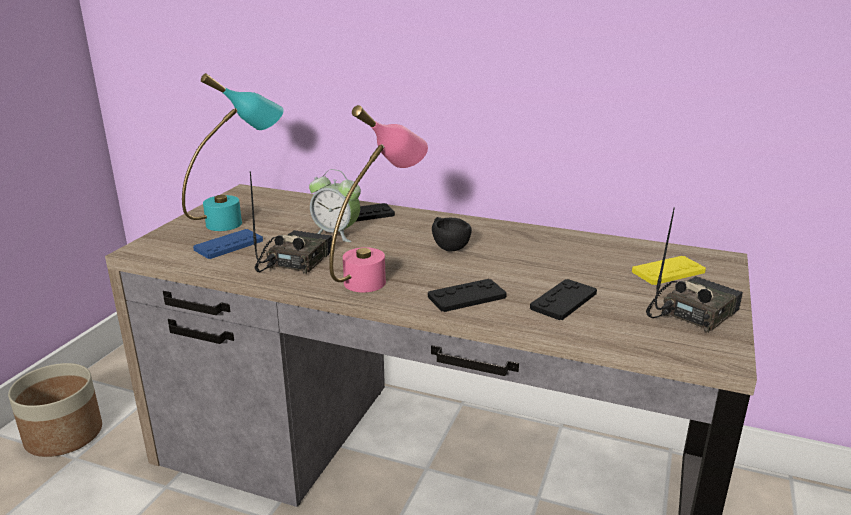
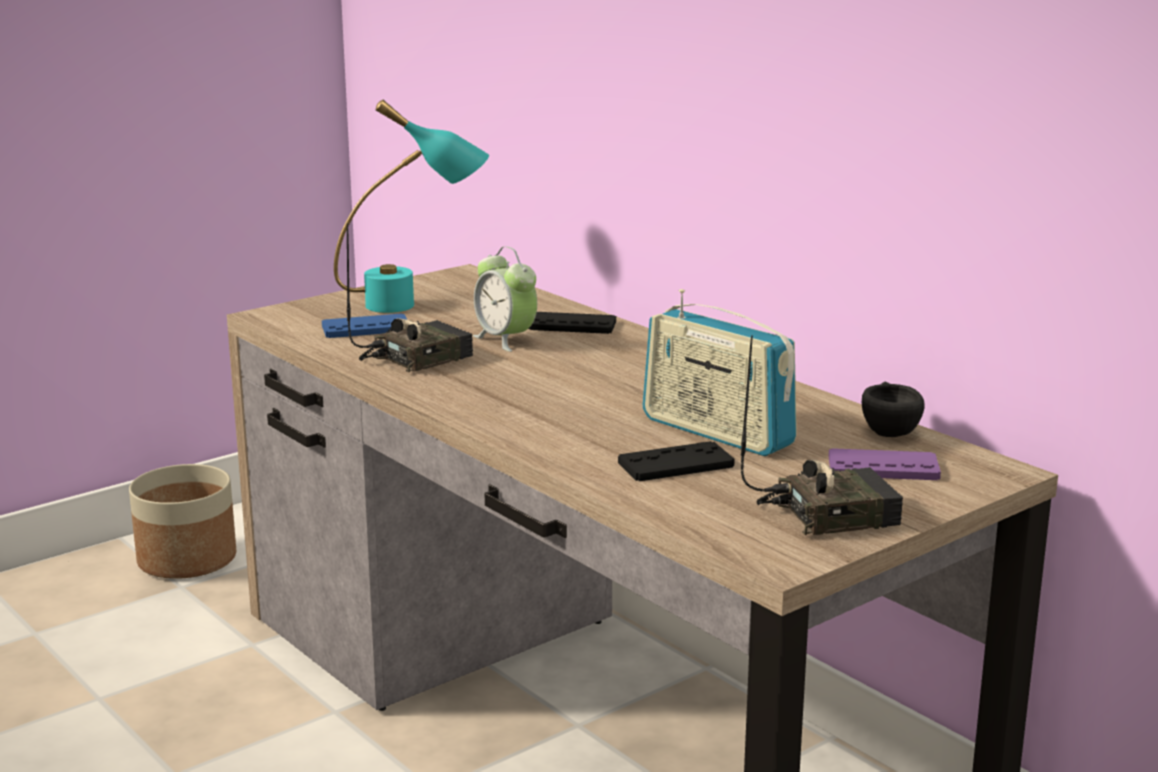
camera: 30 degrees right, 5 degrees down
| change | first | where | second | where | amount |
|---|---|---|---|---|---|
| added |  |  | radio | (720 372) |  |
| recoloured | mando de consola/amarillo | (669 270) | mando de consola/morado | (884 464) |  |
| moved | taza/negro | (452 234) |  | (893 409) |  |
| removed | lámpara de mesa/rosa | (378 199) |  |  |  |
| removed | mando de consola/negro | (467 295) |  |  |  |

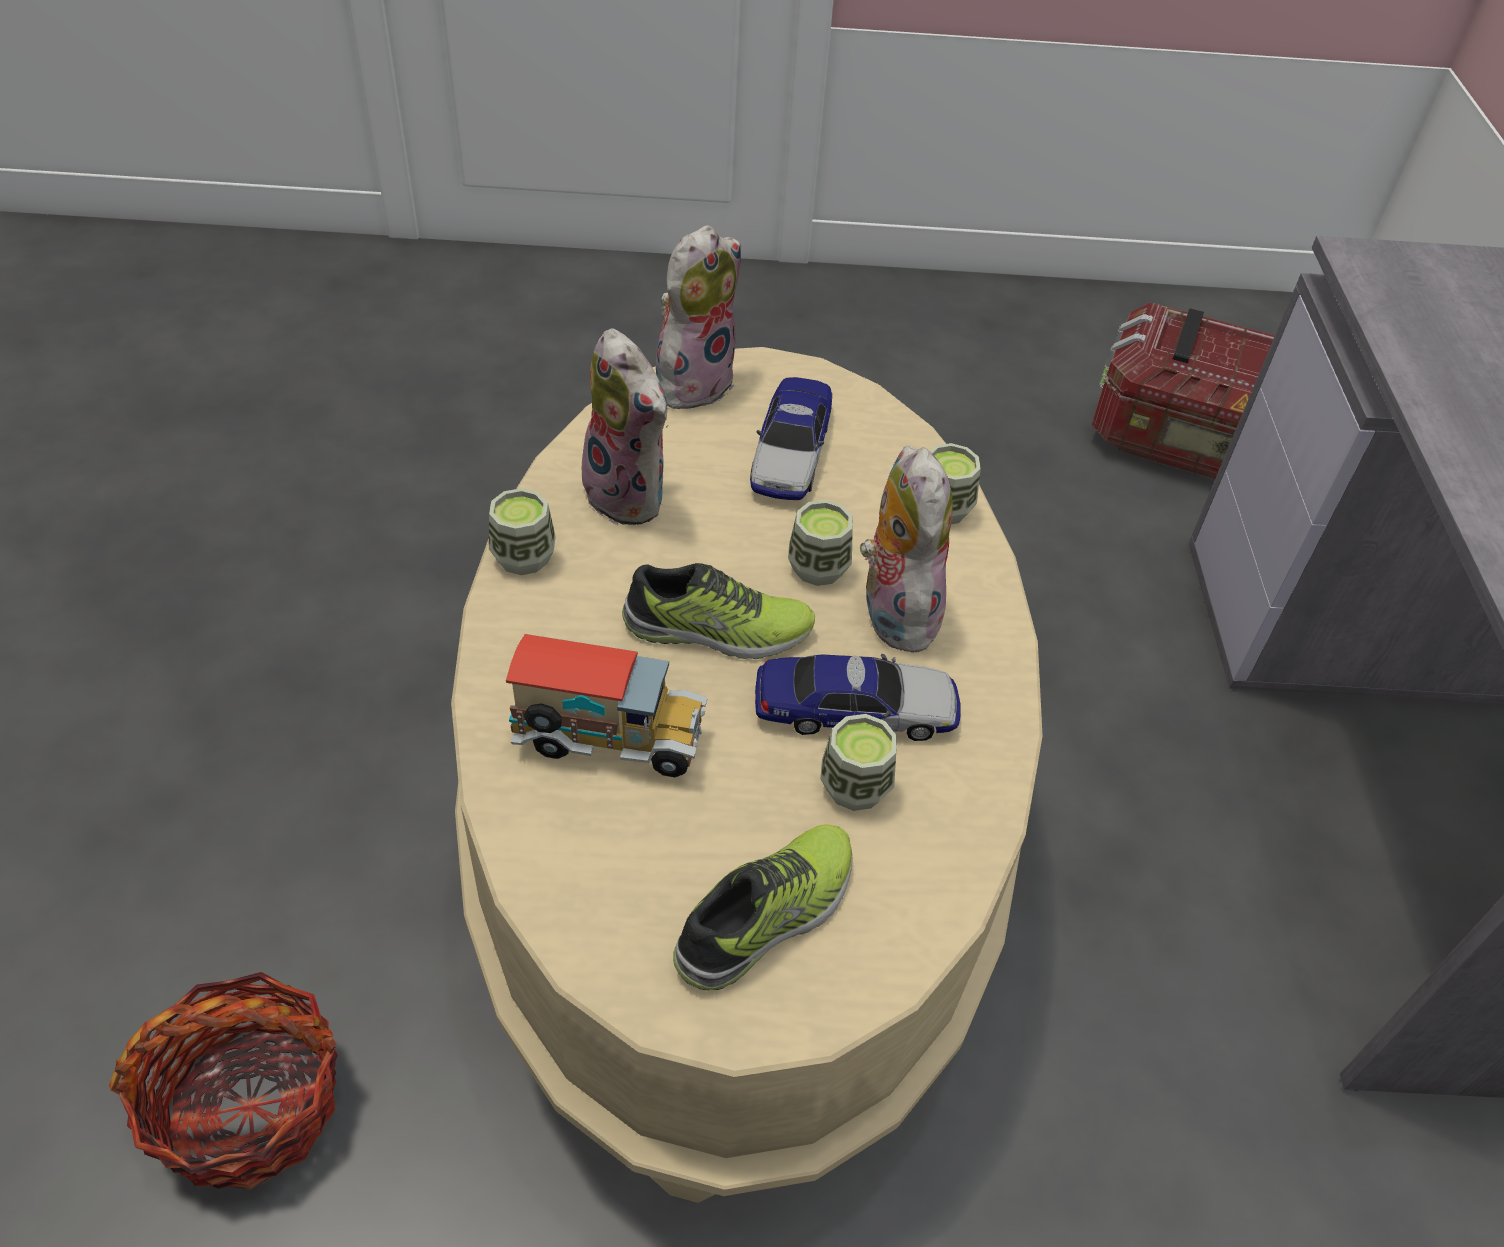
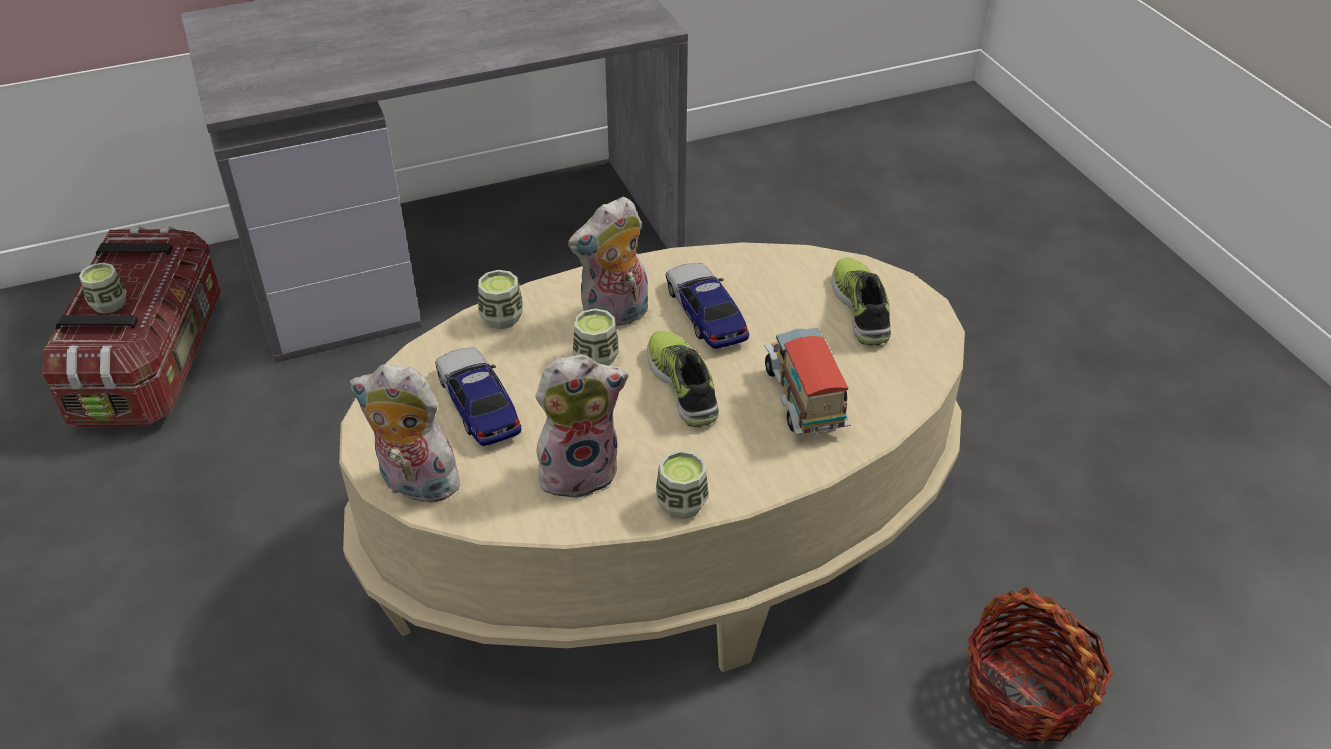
camera: 110 degrees left, 5 degrees down
| change | first | where | second | where | amount |
|---|---|---|---|---|---|
| moved | taza | (858 762) |  | (103 288) |  |
| turned | coche de juguete | (791 438) |  | (478 396) | 105 degrees counterclockwise |
| turned | peluche | (621 426) |  | (581 426) | 45 degrees clockwise |
| turned | zapato | (762 907) |  | (861 301) | 60 degrees clockwise |

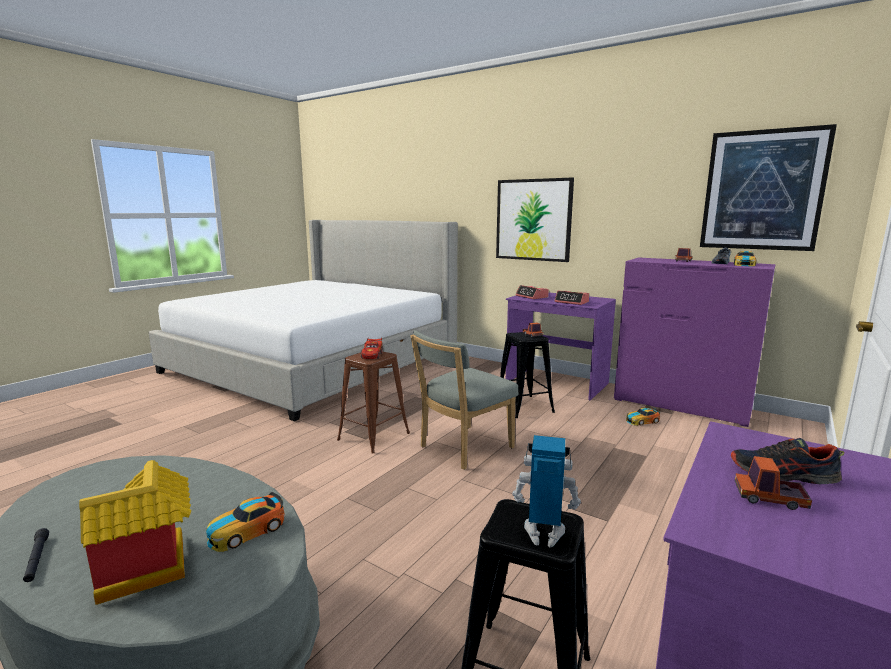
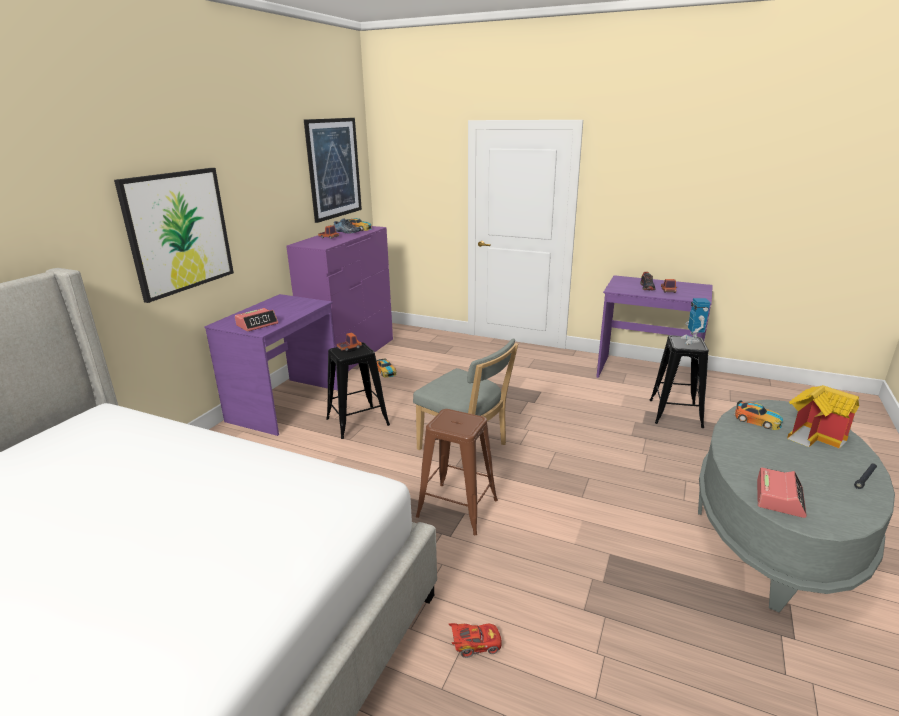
camera: 100 degrees left, 10 degrees up
| change | first | where | second | where | amount |
|---|---|---|---|---|---|
| moved | coche de juguete/rojo | (372 348) |  | (475 640) |  |
| moved | despertador | (571 297) |  | (782 492) |  |

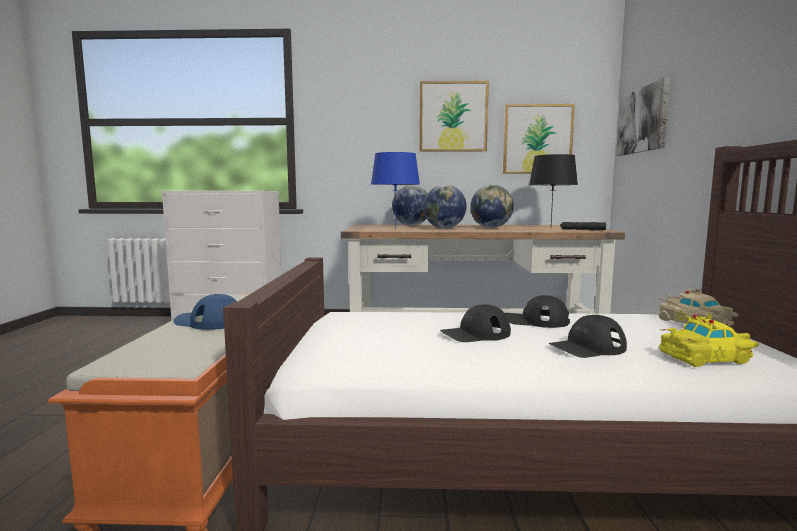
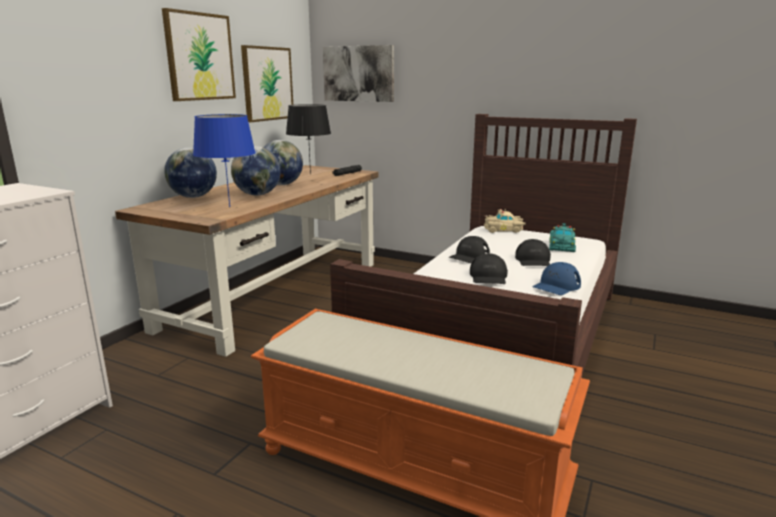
camera: 65 degrees left, 10 degrees up
| change | first | where | second | where | amount |
|---|---|---|---|---|---|
| moved | gorra/azul | (205 312) |  | (556 278) |  |
| recoloured | coche de juguete/amarillo | (709 340) | coche de juguete/turquesa | (562 237) |  |

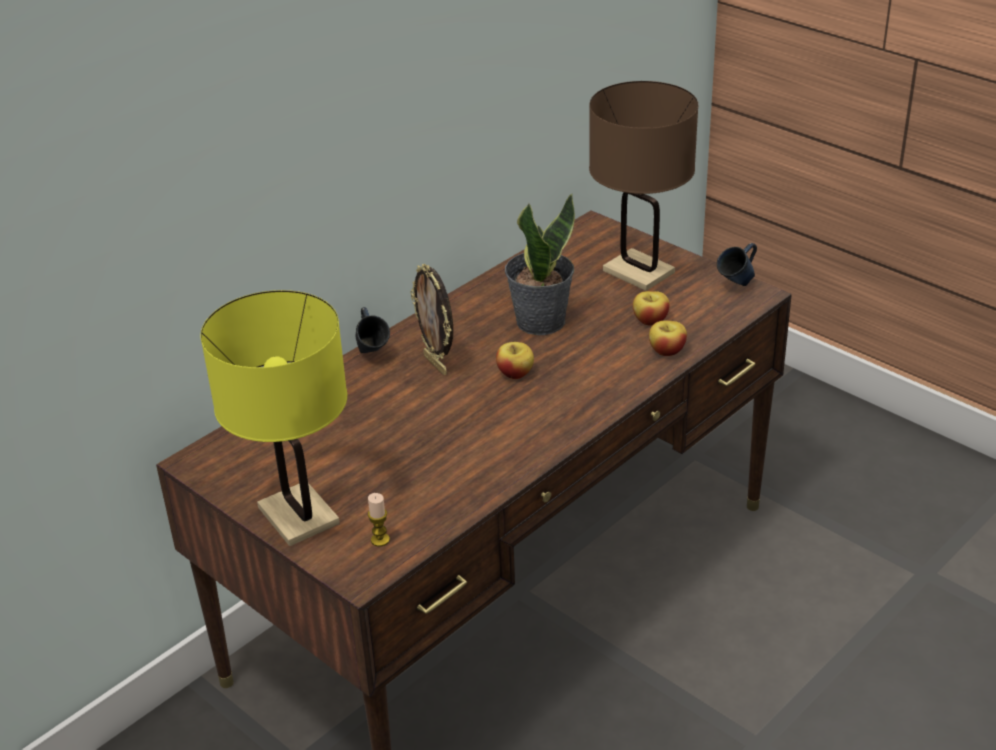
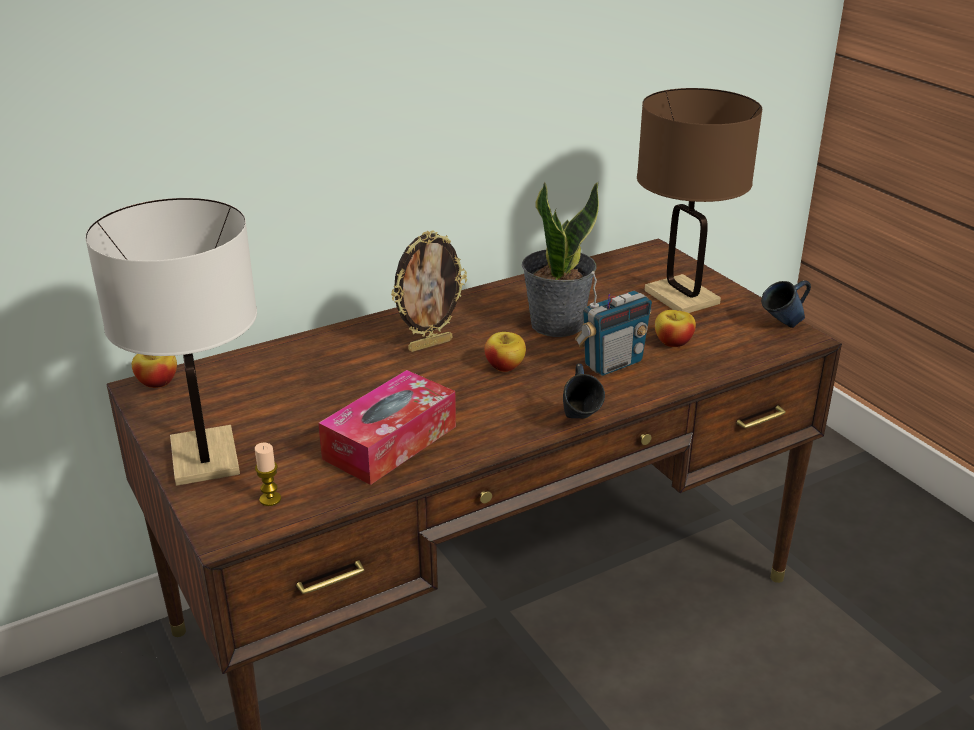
camera: 15 degrees right, 5 degrees down
| change | first | where | second | where | amount |
|---|---|---|---|---|---|
| recoloured | lámpara de mesa/amarillo | (273 418) | lámpara de mesa/blanco | (171 342) |  |
| moved | manzana | (668 338) |  | (154 371) |  |
| added |  |  | caja de pañuelos | (387 427) |  |
| turned | portarretratos | (431 319) |  | (429 291) | 105 degrees counterclockwise |
| moved | taza grande/azul | (373 330) |  | (584 391) |  |
| added |  |  | radio | (613 323) |  |

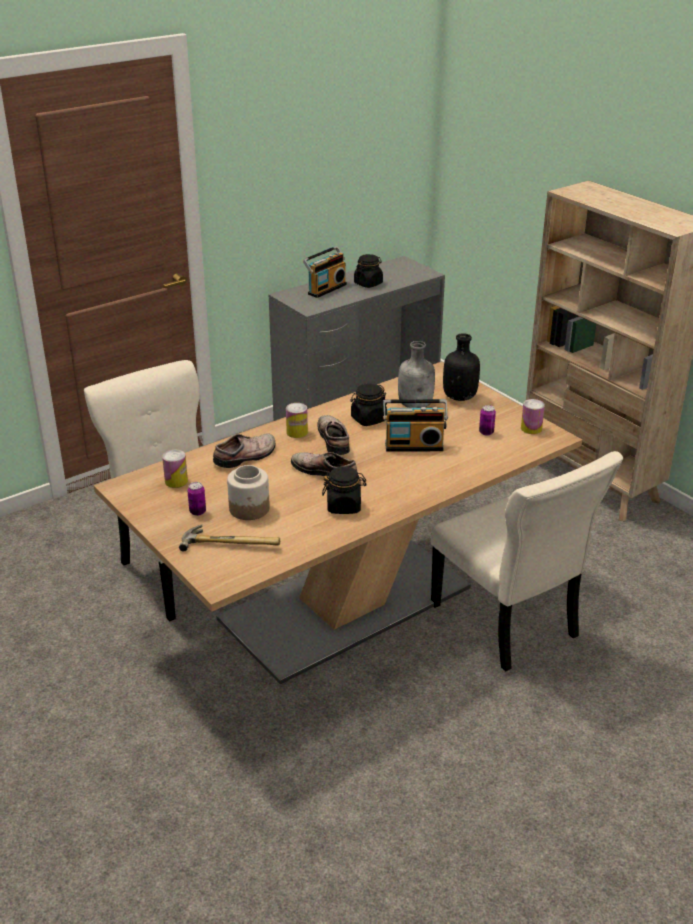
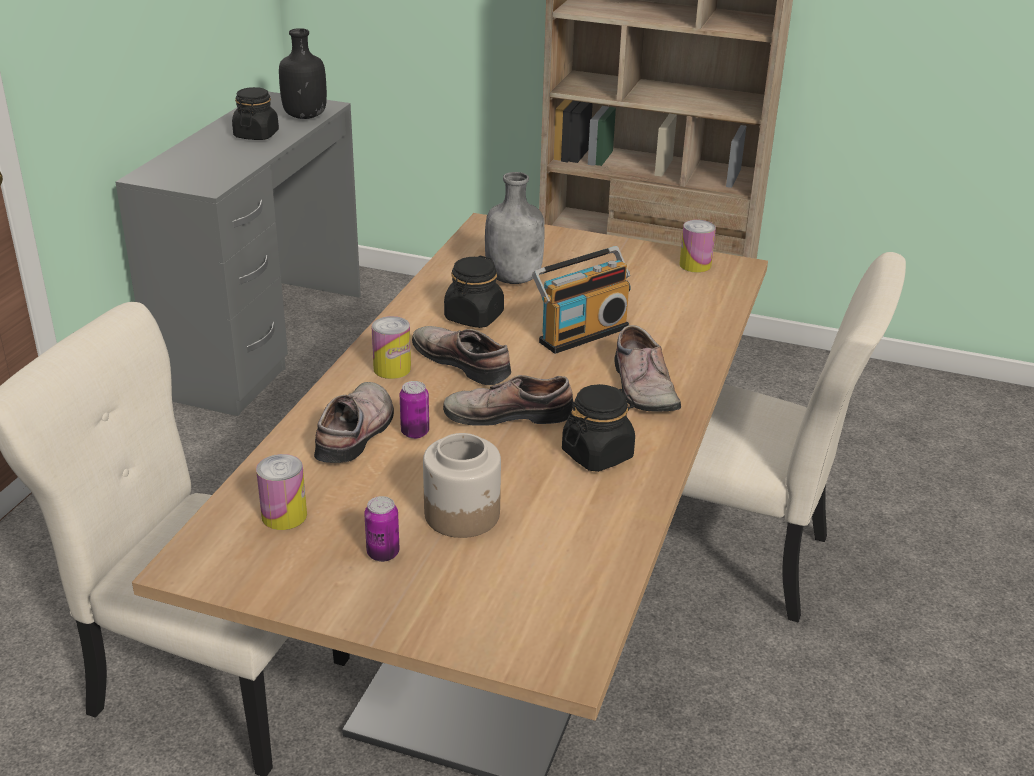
camera: 35 degrees left, 0 degrees up
| change | first | where | second | where | amount |
|---|---|---|---|---|---|
| moved | botella/negro | (461 367) |  | (303 73) |  |
| moved | lata | (487 420) |  | (414 410) |  |
| added |  |  | zapato | (647 368) |  |
| removed | martillo | (229 538) |  |  |  |
| removed | radio | (325 272) |  |  |  |

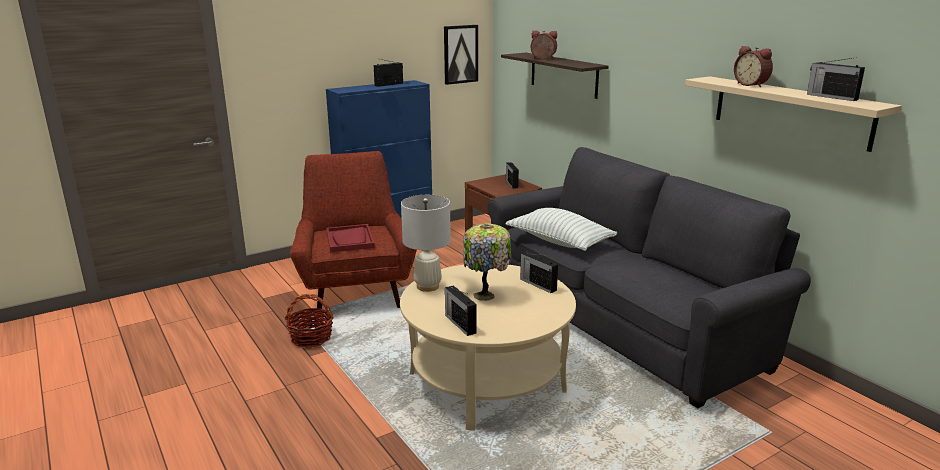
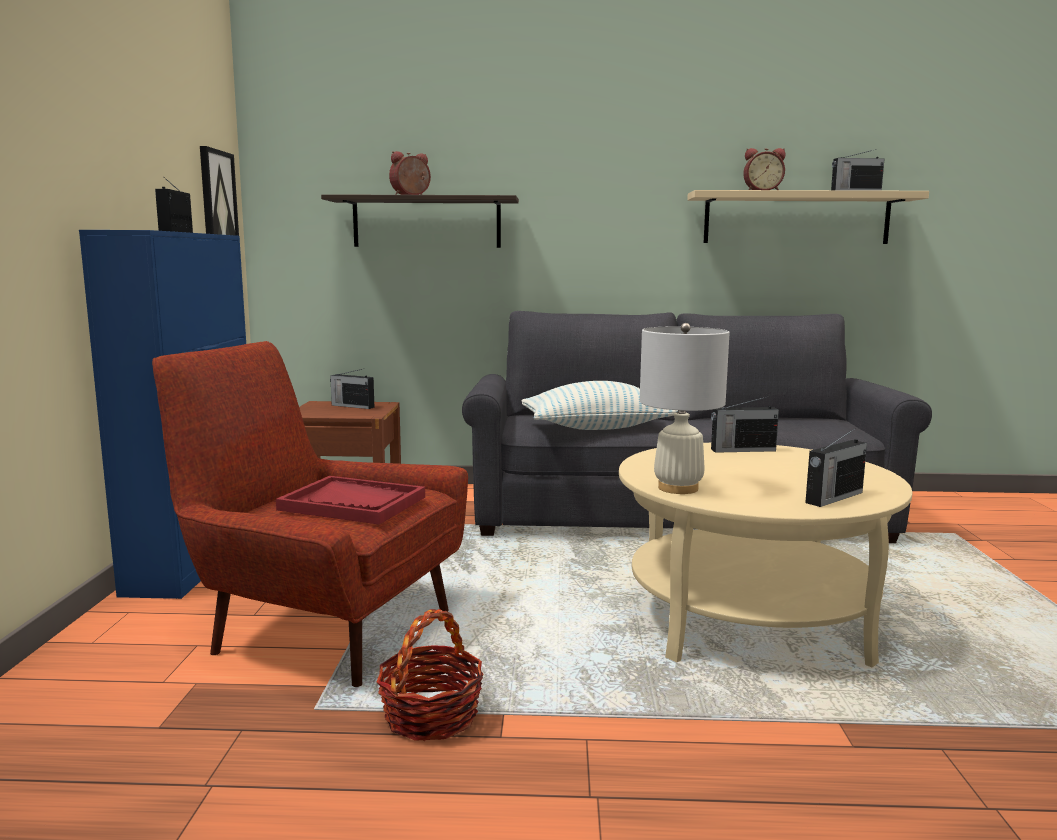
camera: 55 degrees left, 10 degrees down
| change | first | where | second | where | amount |
|---|---|---|---|---|---|
| turned | radio | (460 310) |  | (836 467) | 45 degrees counterclockwise |
| removed | lámpara de mesa | (487 262) |  |  |  |

